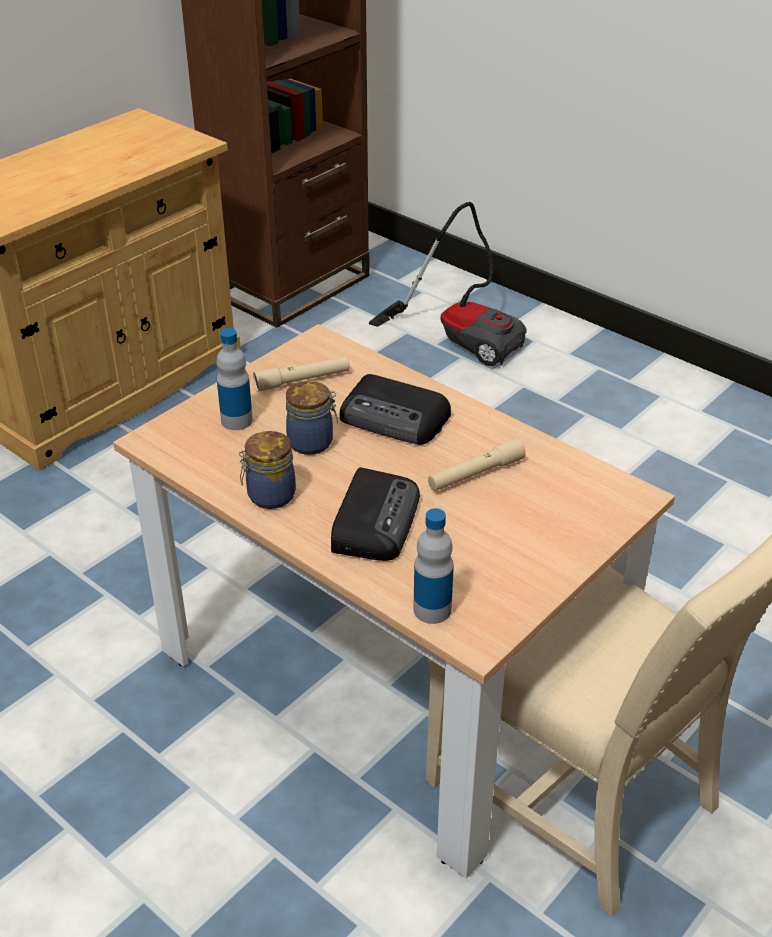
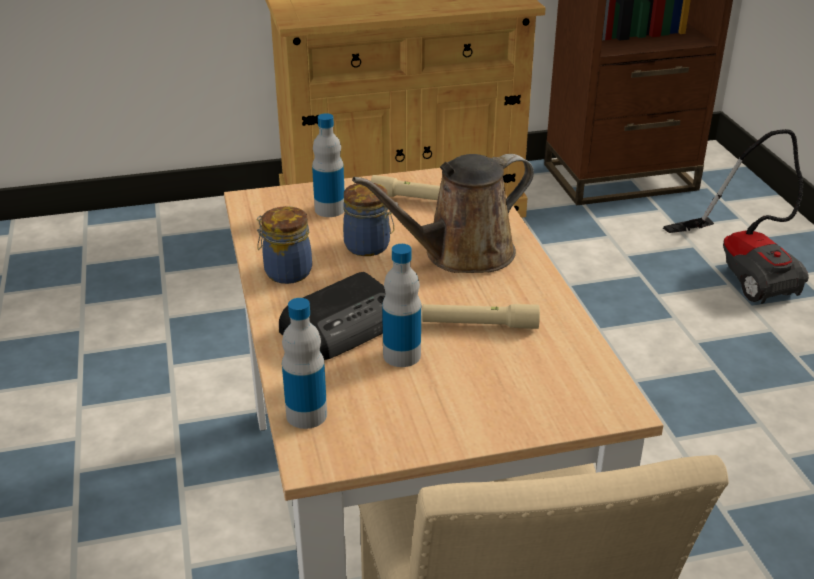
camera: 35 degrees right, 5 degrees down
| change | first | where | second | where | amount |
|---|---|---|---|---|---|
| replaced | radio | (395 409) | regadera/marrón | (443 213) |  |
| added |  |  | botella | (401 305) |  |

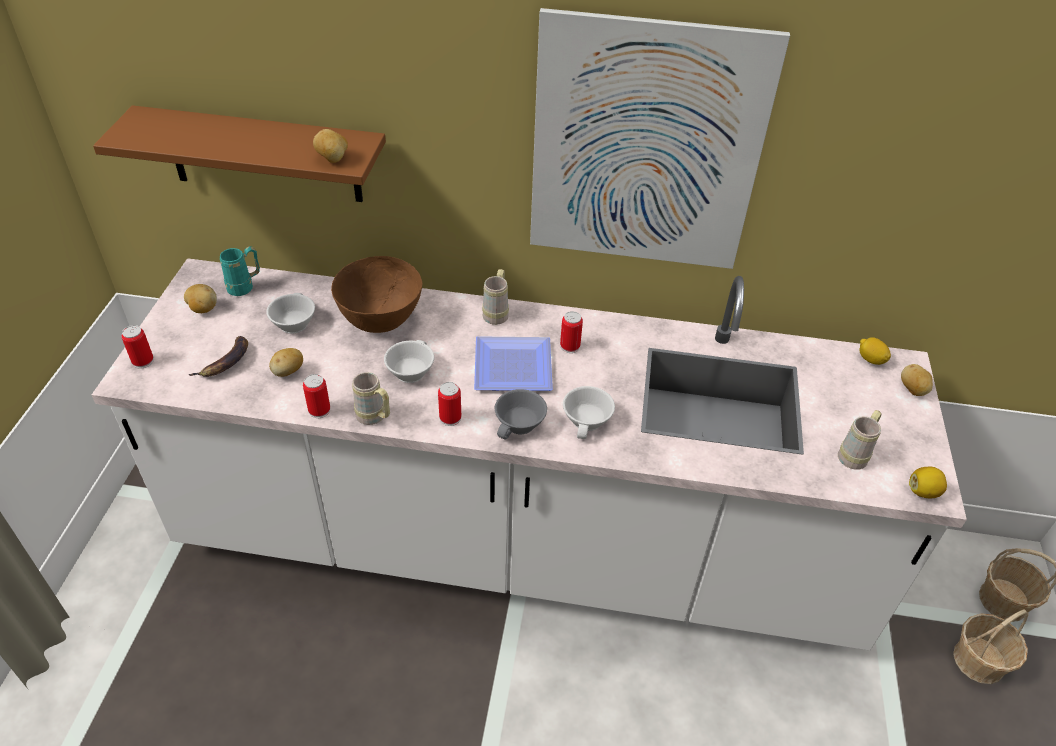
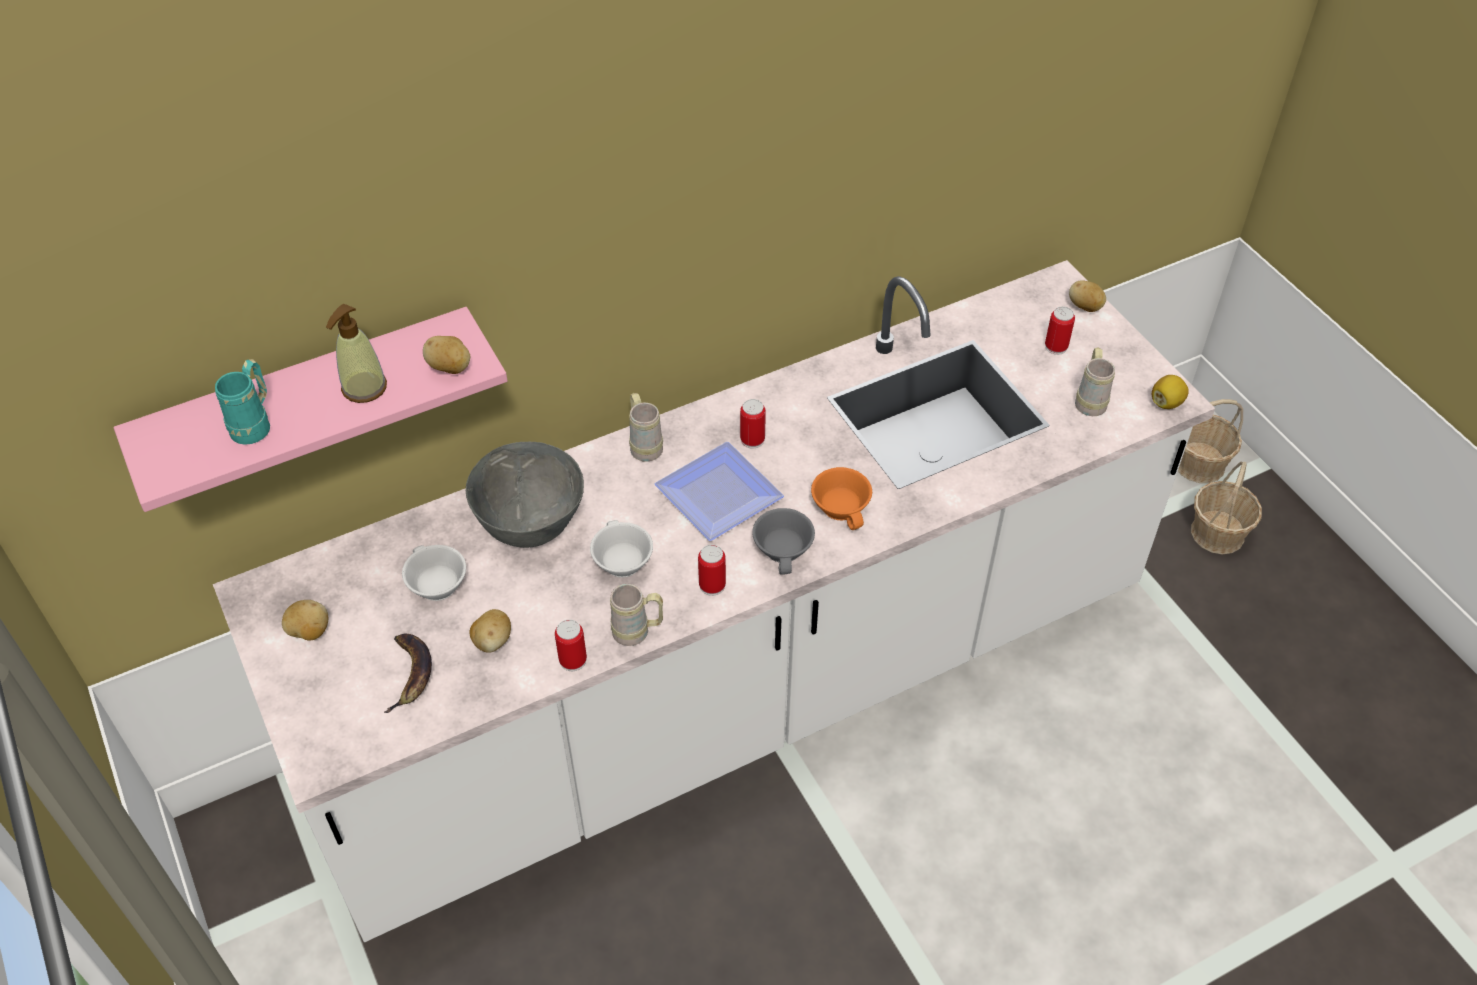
camera: 35 degrees left, 5 degrees up
| change | first | where | second | where | amount |
|---|---|---|---|---|---|
| recoloured | estante/marrón | (239 153) | estante/rosa | (311 409) |  |
| moved | taza grande/turquesa | (240 271) |  | (242 402) |  |
| added |  |  | dispensador de jabón | (356 353) |  |
| recoloured | cuenco/marrón | (376 294) | cuenco/gris | (525 495) |  |
| recoloured | taza/blanco | (589 412) | taza/naranja | (841 498) |  |
| moved | lata | (137 347) |  | (1060 330) |  |
| removed | cuadro | (660 138) |  |  |  |
| removed | limón | (875 351) |  |  |  |

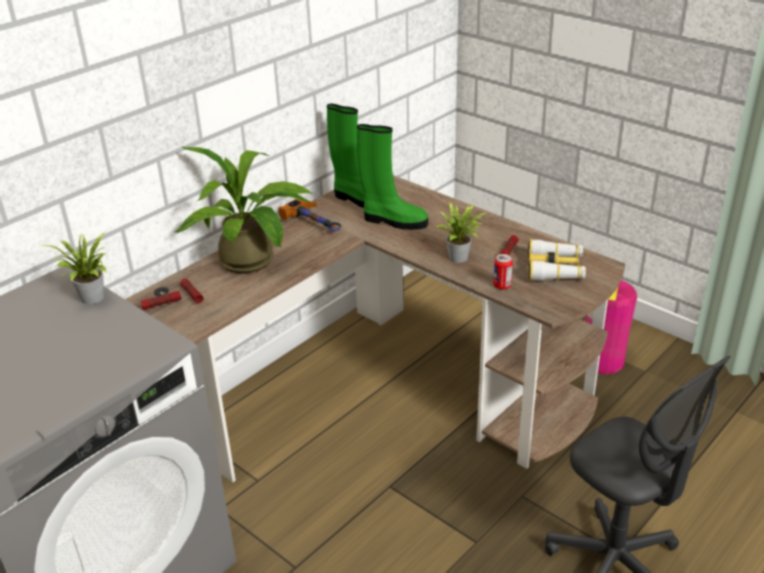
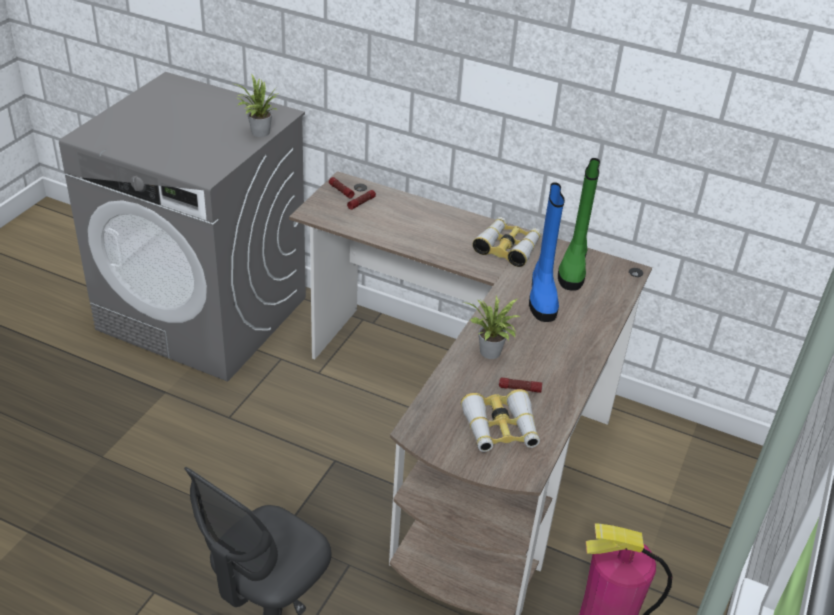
camera: 70 degrees right, 5 degrees up
| change | first | where | second | where | amount |
|---|---|---|---|---|---|
| replaced | martillo | (309 215) | prismáticos | (507 242) |  |
| recoloured | bota/verde | (392 177) | bota/azul | (547 252) |  |
| removed | planta en maceta | (243 210) |  |  |  |
| removed | lata | (503 272) |  |  |  |

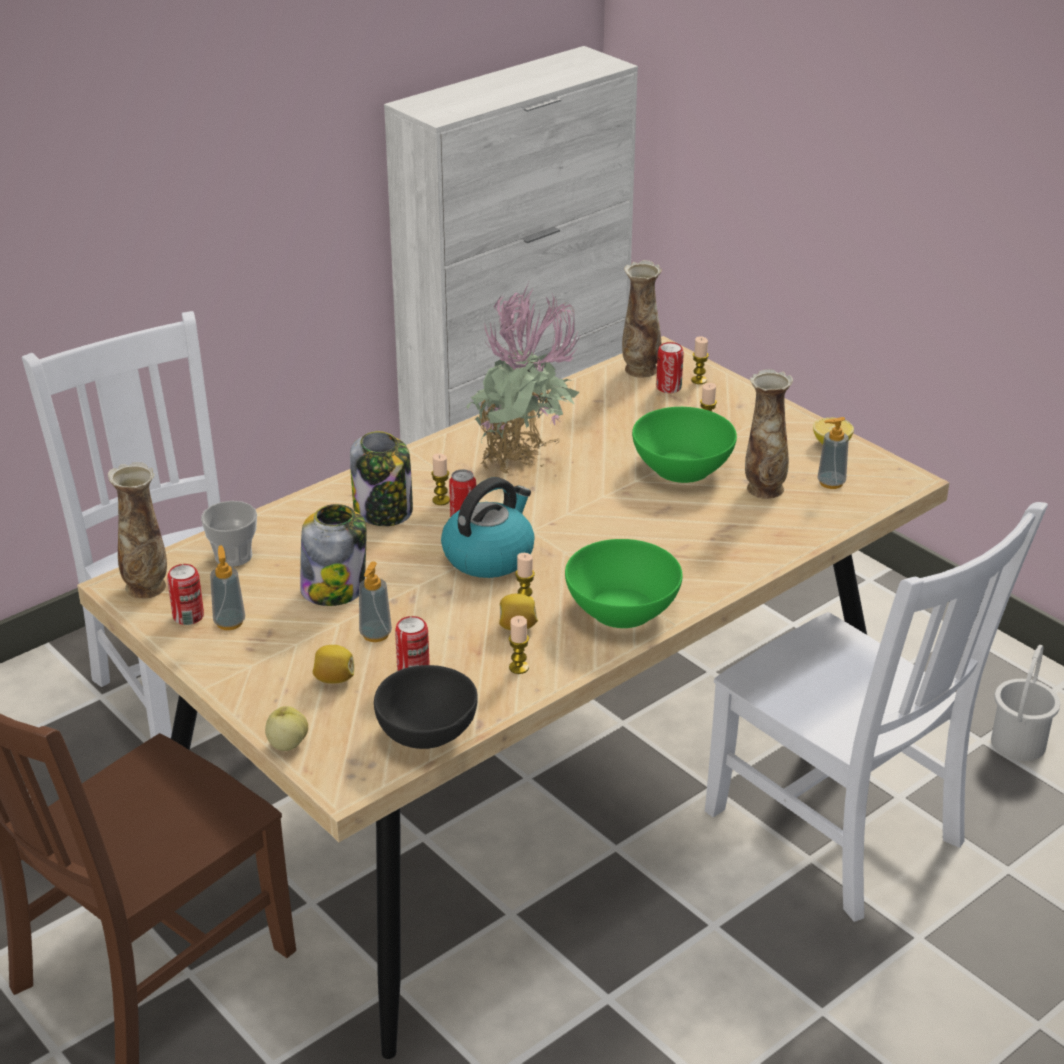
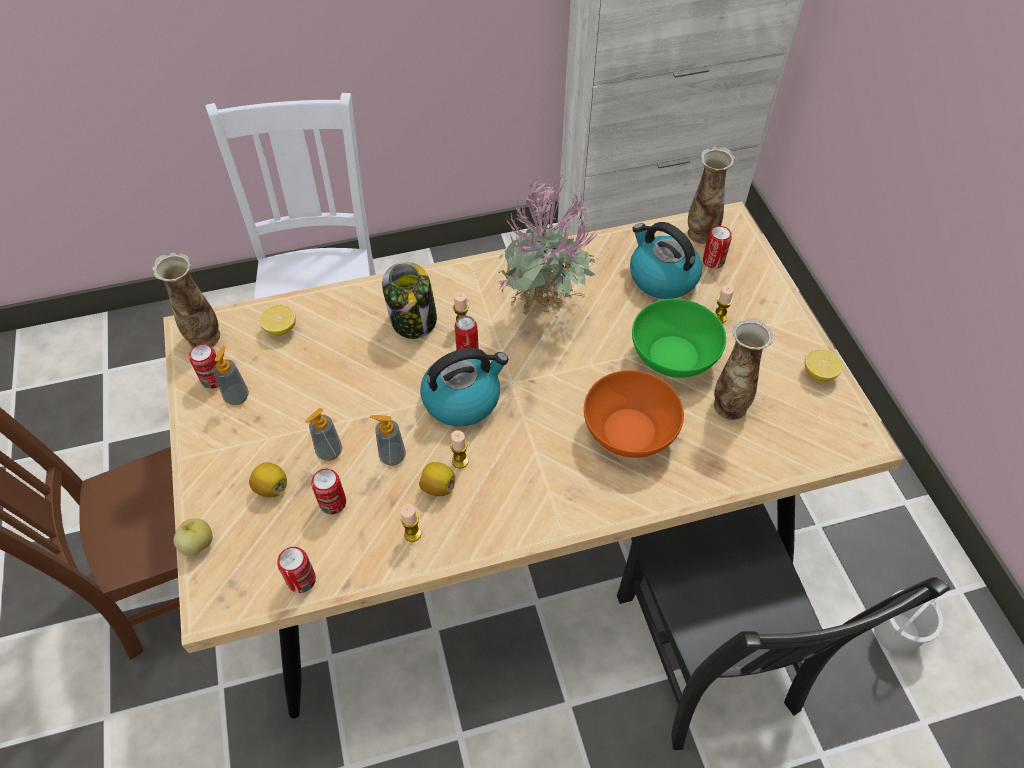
camera: 25 degrees right, 20 degrees up
| change | first | where | second | where | amount |
|---|---|---|---|---|---|
| replaced | taza | (229 534) | limón | (277 320) |  |
| replaced | cuenco/negro | (426 707) | lata | (296 570) |  |
| moved | dispensador de jabón | (833 453) |  | (388 440) |  |
| added |  |  | cuenco/naranja | (634 414) |  |
| recoloured | silla/blanco | (876 712) | silla/negro | (783 627) |  |
| added |  |  | hervidor | (666 260) |  |
| removed | tarro | (333 555) |  |  |  |
| removed | cuenco/verde | (624 583) |  |  |  |
| removed | vela | (700 360) |  |  |  |

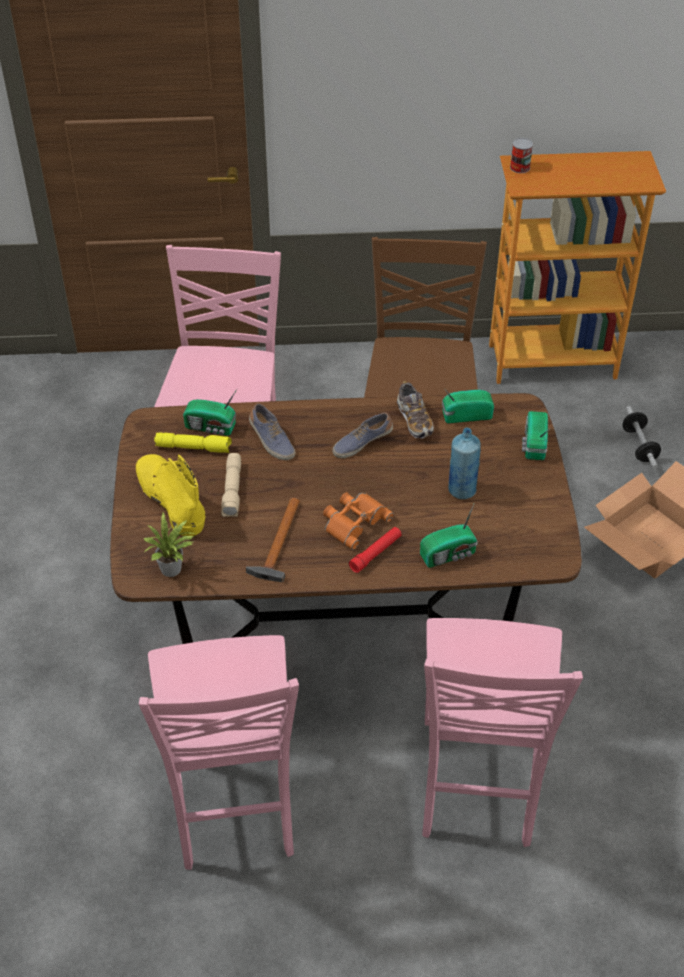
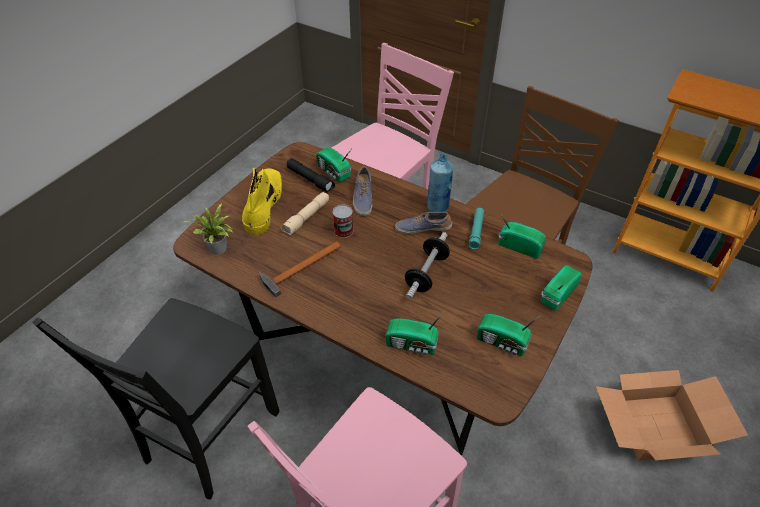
camera: 35 degrees right, 0 degrees up
| change | first | where | second | where | amount |
|---|---|---|---|---|---|
| recoloured | silla/rosa | (219 752) | silla/negro | (155 398) |  |
| recoloured | linterna/amarillo | (192 442) | linterna/negro | (311 175) |  |
| moved | lata | (521 155) |  | (343 221) |  |
| moved | mancuerna | (641 437) |  | (427 265) |  |
| moved | botella/azul | (464 463) |  | (440 182) |  |
| replaced | zapato | (415 409) | linterna/turquesa | (476 228) |  |
| added |  |  | radio | (509 335) |  |
| removed | prismáticos/naranja | (358 521) |  |  |  |
| removed | linterna/rojo | (375 550) |  |  |  |

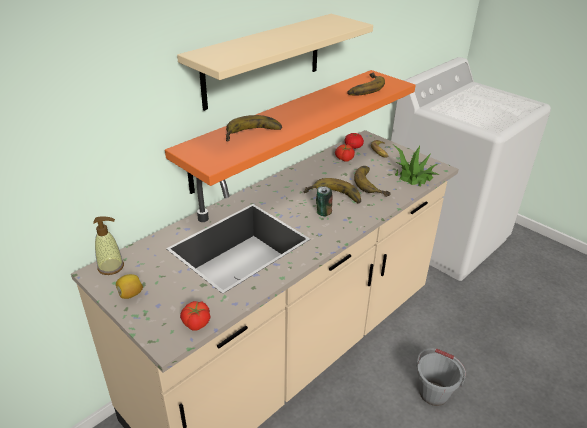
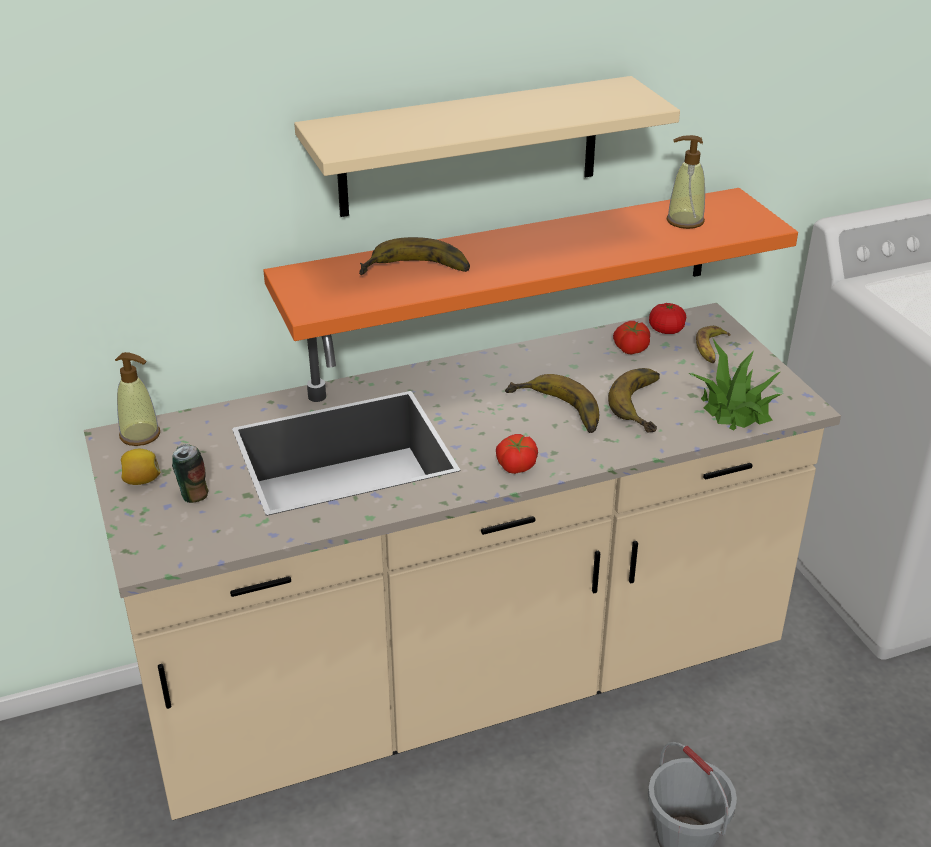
camera: 25 degrees right, 0 degrees up
| change | first | where | second | where | amount |
|---|---|---|---|---|---|
| moved | lata | (324 201) |  | (190 473) |  |
| moved | tomate | (195 316) |  | (517 454) |  |
| replaced | plátano | (366 84) | dispensador de jabón | (686 182) |  |

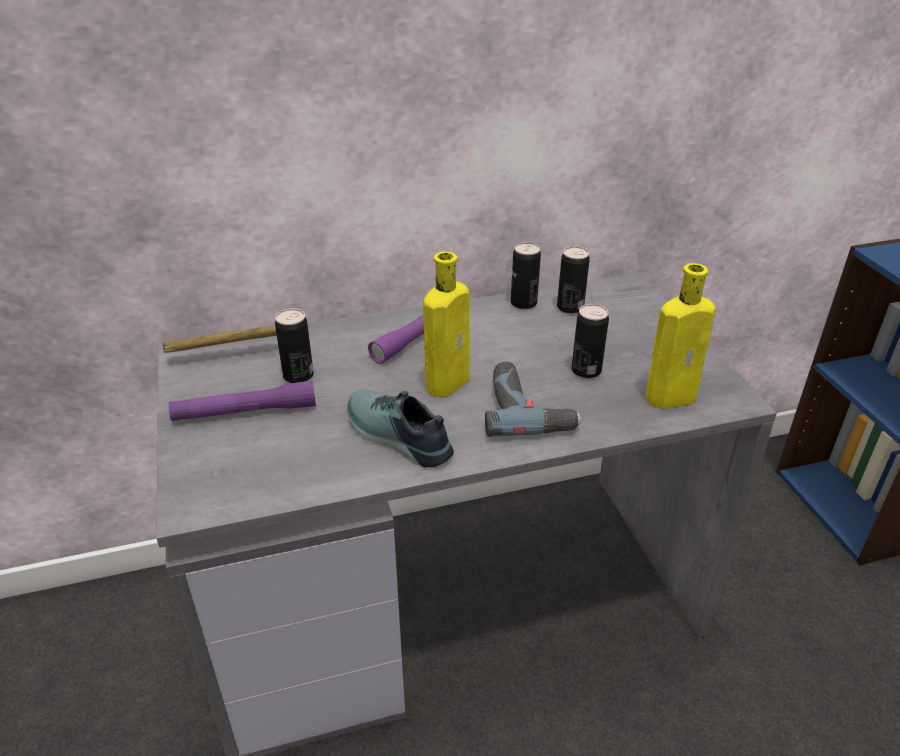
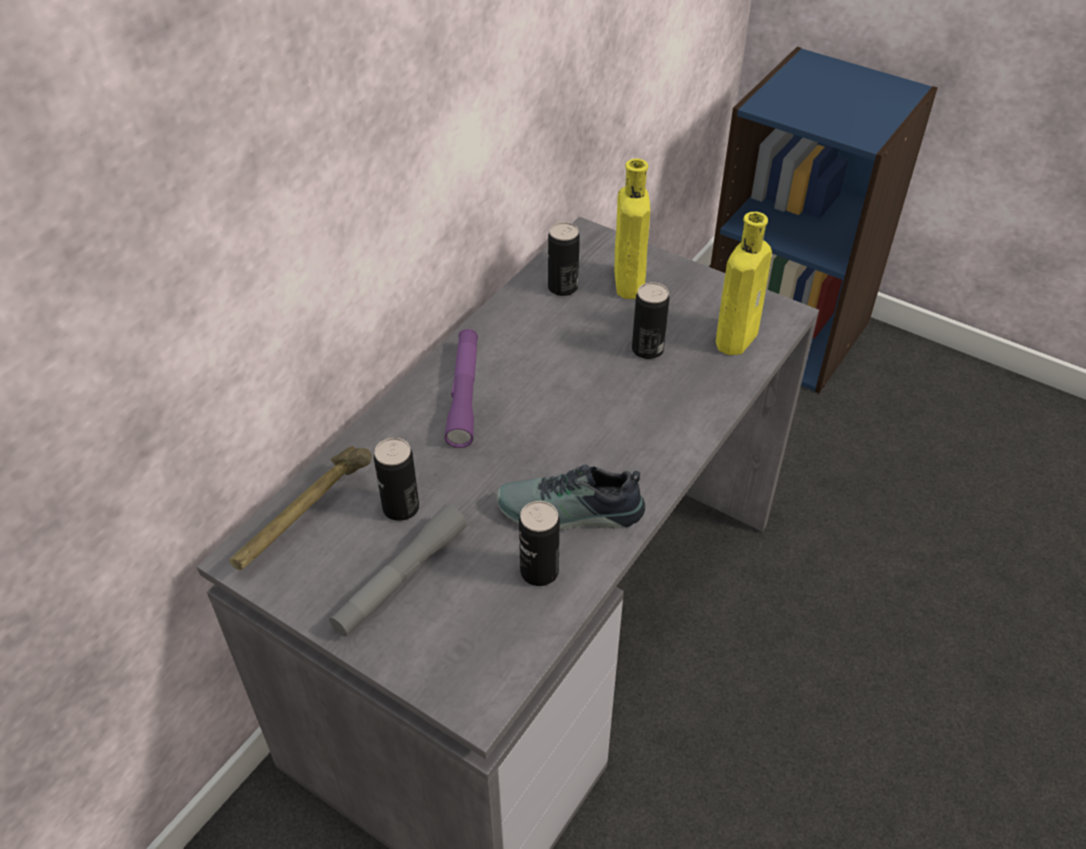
camera: 40 degrees left, 10 degrees up
| change | first | where | second | where | amount |
|---|---|---|---|---|---|
| recoloured | linterna/morado | (242 400) | linterna/gris | (398 570) |  |
| moved | lata | (526 275) |  | (539 543) |  |
| moved | botella/amarillo | (446 324) |  | (632 229) |  |
| removed | taladro | (534 399) |  |  |  |

